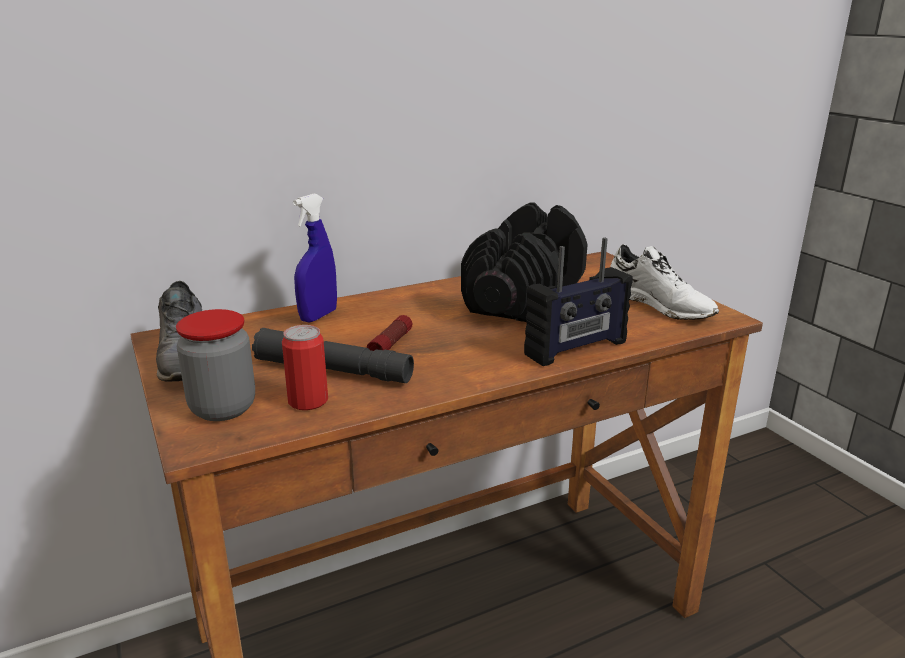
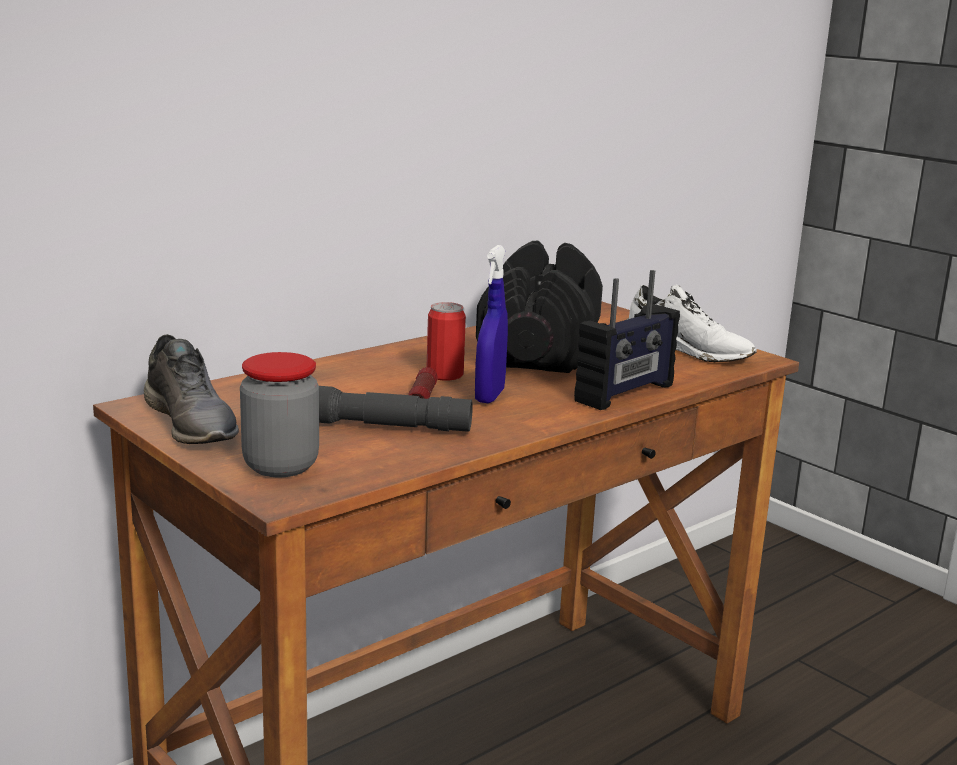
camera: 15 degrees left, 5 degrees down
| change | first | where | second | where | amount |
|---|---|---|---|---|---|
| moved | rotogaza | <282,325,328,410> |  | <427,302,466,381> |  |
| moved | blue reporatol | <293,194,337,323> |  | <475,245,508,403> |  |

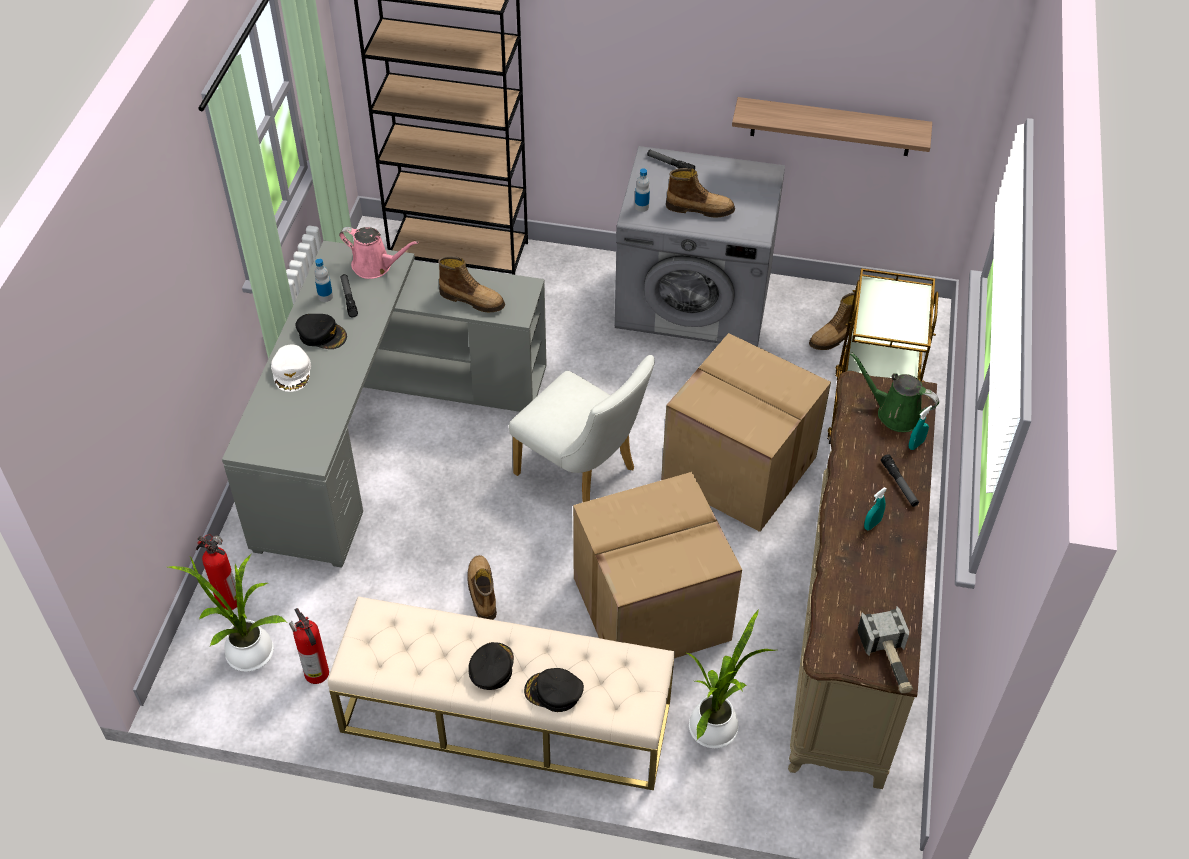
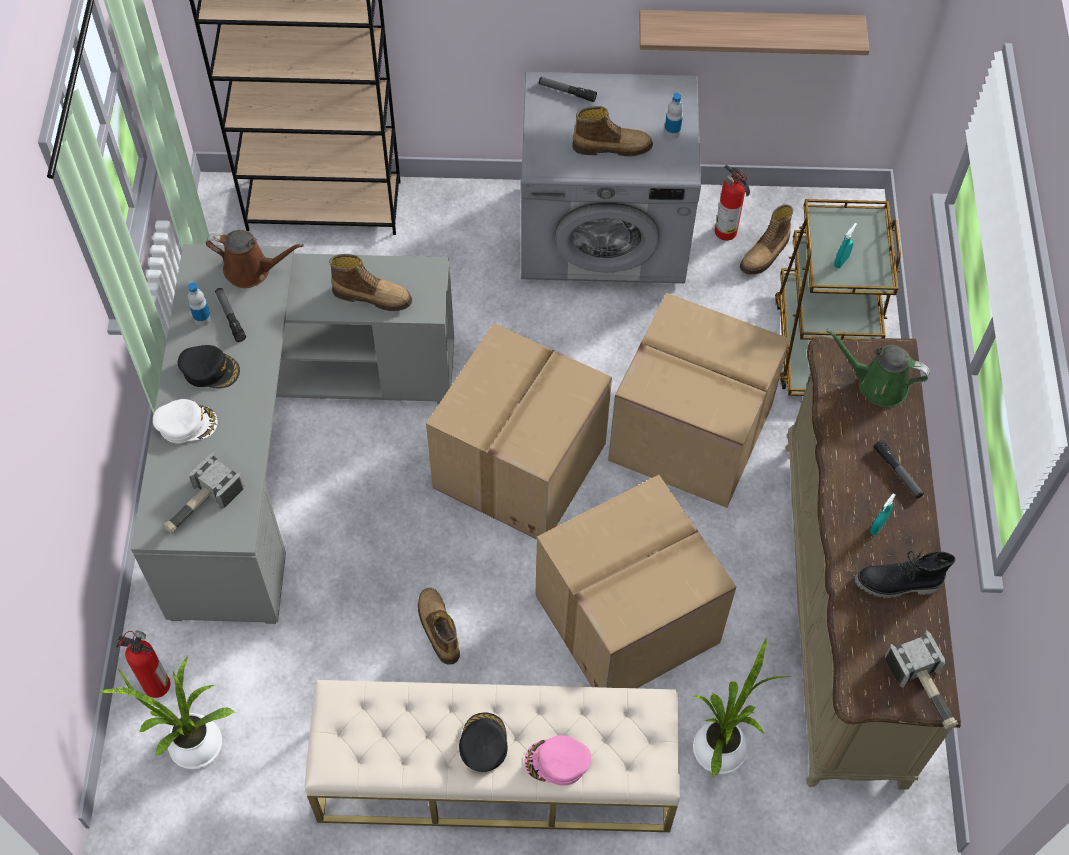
camera: 10 degrees left, 10 degrees up
| change | first | where | second | where | amount |
|---|---|---|---|---|---|
| added |  |  | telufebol | <163,452,245,534> |  |
| added |  |  | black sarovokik | <854,549,955,598> |  |
| moved | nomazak | <289,608,329,684> |  | <715,165,750,241> |  |
| moved | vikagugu | <635,168,650,212> |  | <664,93,683,139> |  |
| moved | turquoise reporatol | <909,405,932,450> |  | <834,223,857,268> |  |
| replaced | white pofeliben | <509,355,655,502> | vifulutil | <426,323,612,539> |  |
| recoloured | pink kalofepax | <339,227,418,279> | brown kalofepax | <206,230,304,288> |  |
| recoloured | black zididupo | <524,668,584,712> | pink zididupo | <524,735,591,786> |  |
| turned | white zididupo | <271,345,311,392> |  | <153,399,218,443> | 75 degrees counterclockwise |

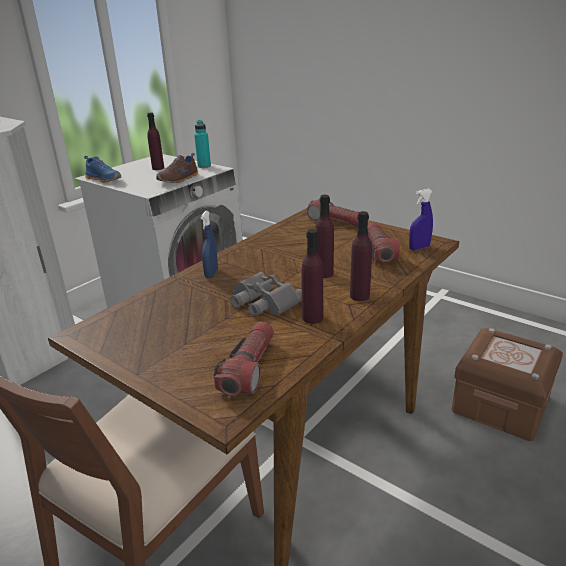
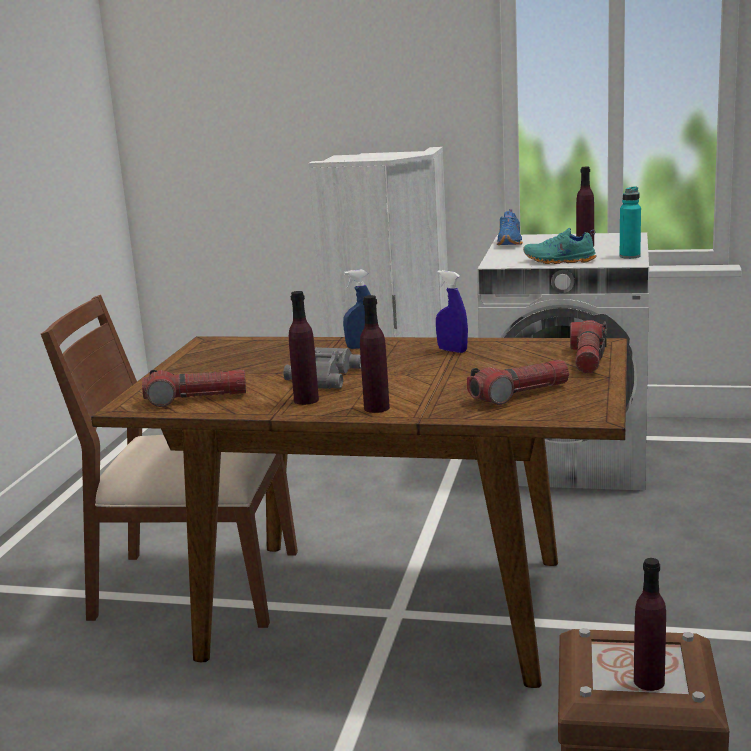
camera: 65 degrees right, 10 degrees down
| change | first | where | second | where | amount |
|---|---|---|---|---|---|
| moved | purple vikagugu | <315,195,334,278> |  | <634,558,666,691> |  |
| moved | blue reporatol | <409,189,433,250> |  | <436,270,468,353> |  |
| recoloured | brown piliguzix | <156,153,198,183> | turquoise piliguzix | <523,228,597,264> |  |

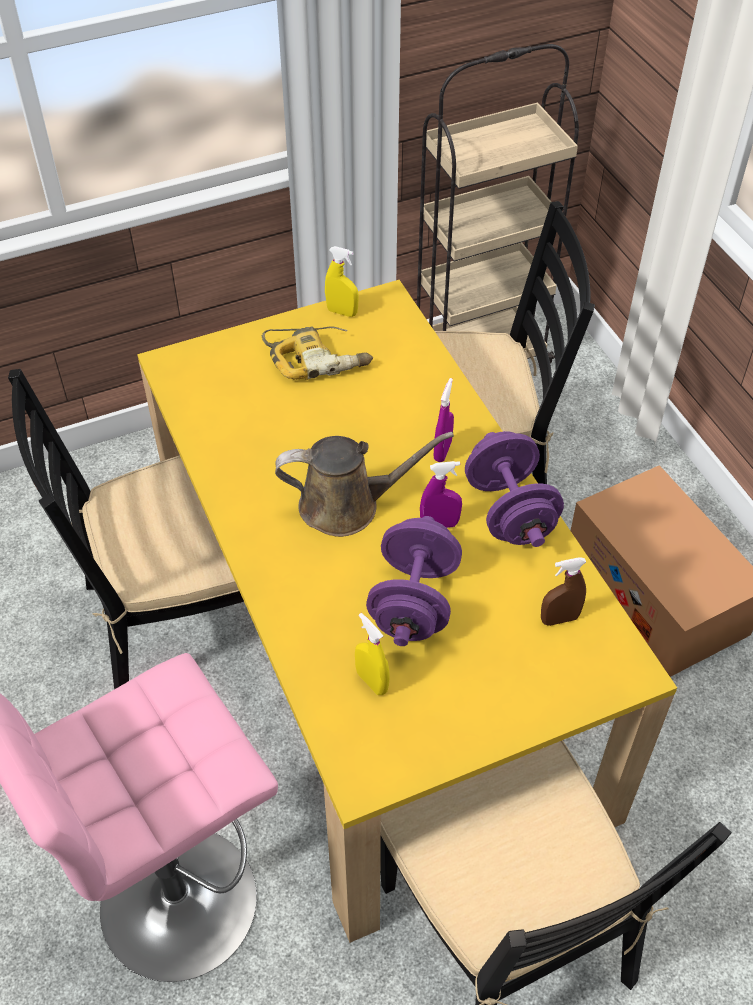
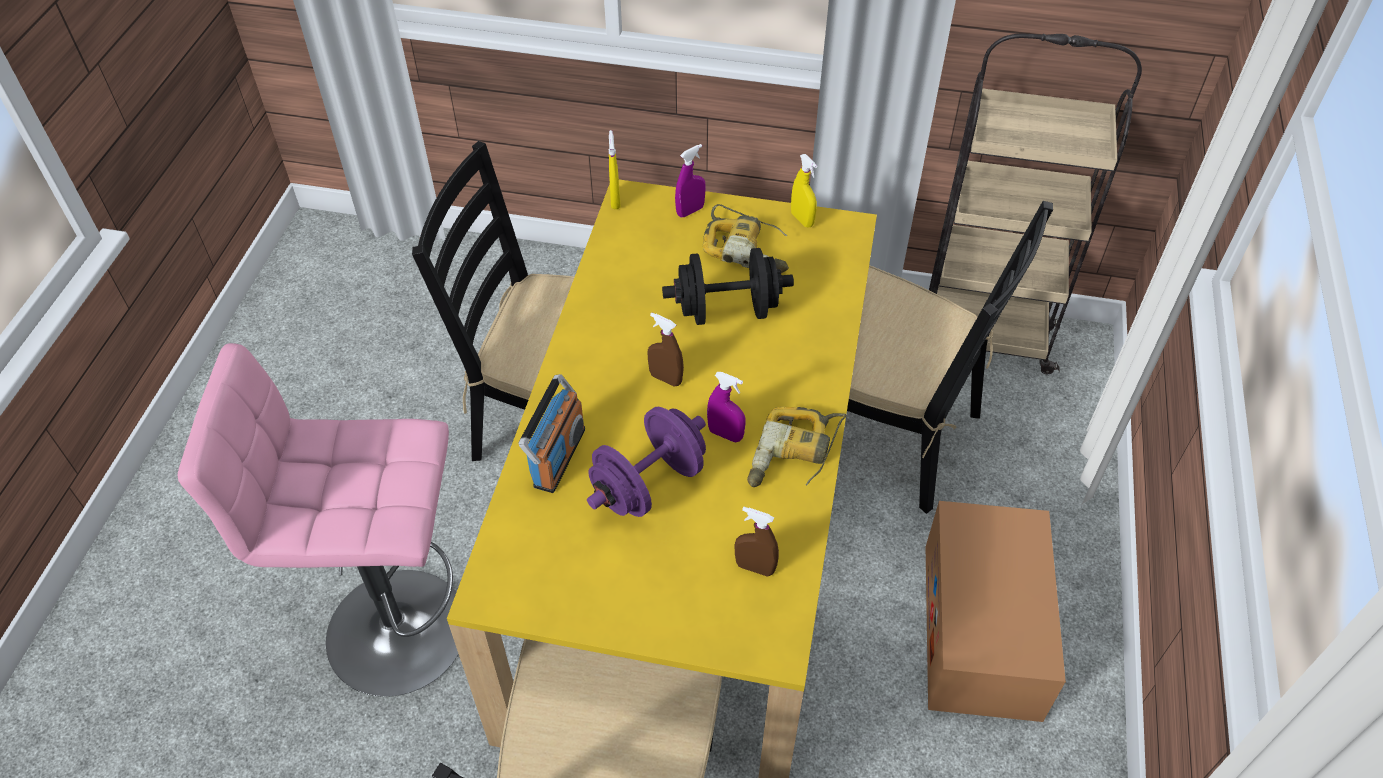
camera: 35 degrees right, 0 degrees up
| change | first | where | second | where | amount |
|---|---|---|---|---|---|
| added |  |  | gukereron | <518,374,585,493> |  |
| added |  |  | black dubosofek | <662,248,794,325> |  |
| moved | yellow reporatol | <355,613,390,695> |  | <609,130,620,209> |  |
| moved | purple reporatol | <434,378,454,462> |  | <675,144,706,217> |  |
| replaced | brown kalofepax | <275,432,454,537> | brown reporatol | <648,313,684,387> |  |
| replaced | purple dubosofek | <465,431,564,547> | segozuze | <747,406,846,487> |  |

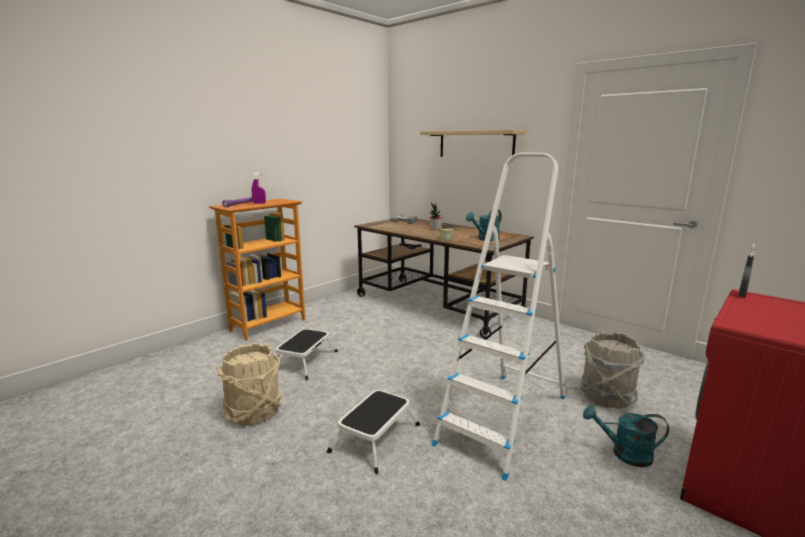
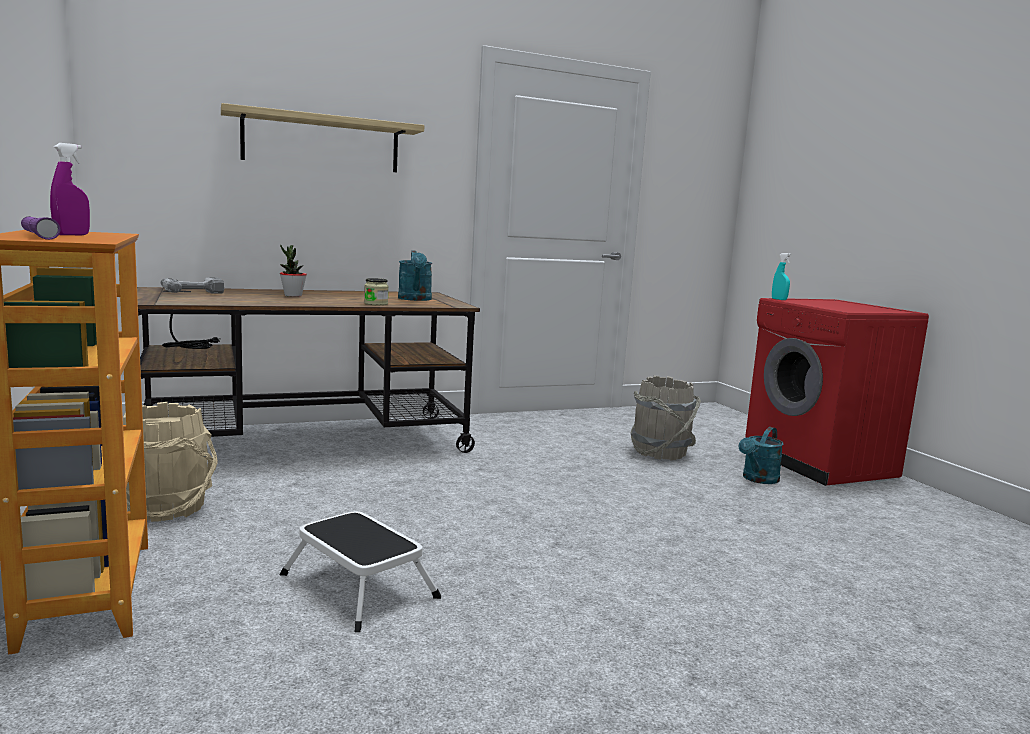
camera: 65 degrees left, 5 degrees down
| change | first | where | second | where | amount |
|---|---|---|---|---|---|
| removed | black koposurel | <327,390,420,474> |  |  |  |
| removed | white koposurel | <432,153,565,481> |  |  |  |
| moved | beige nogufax | <217,343,283,426> |  | <123,402,218,522> |  |
| recoloured | grey reporatol | <738,245,755,297> | turquoise reporatol | <772,253,792,300> |  |

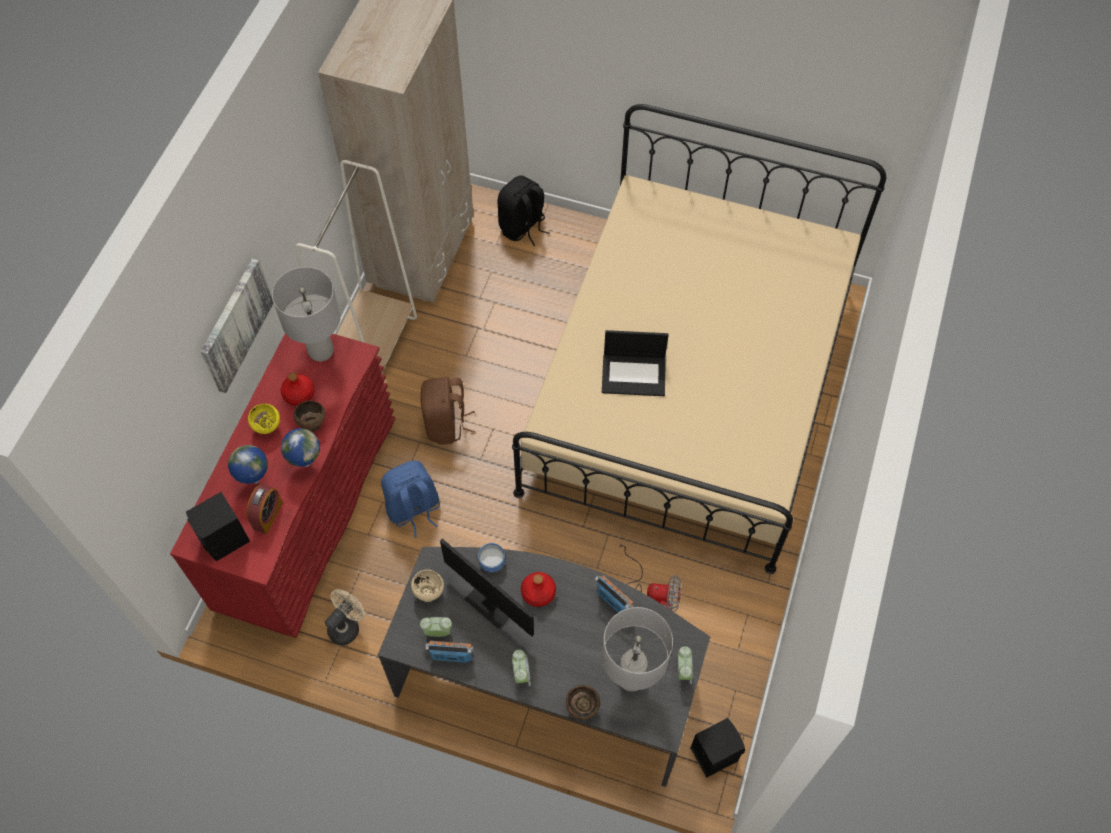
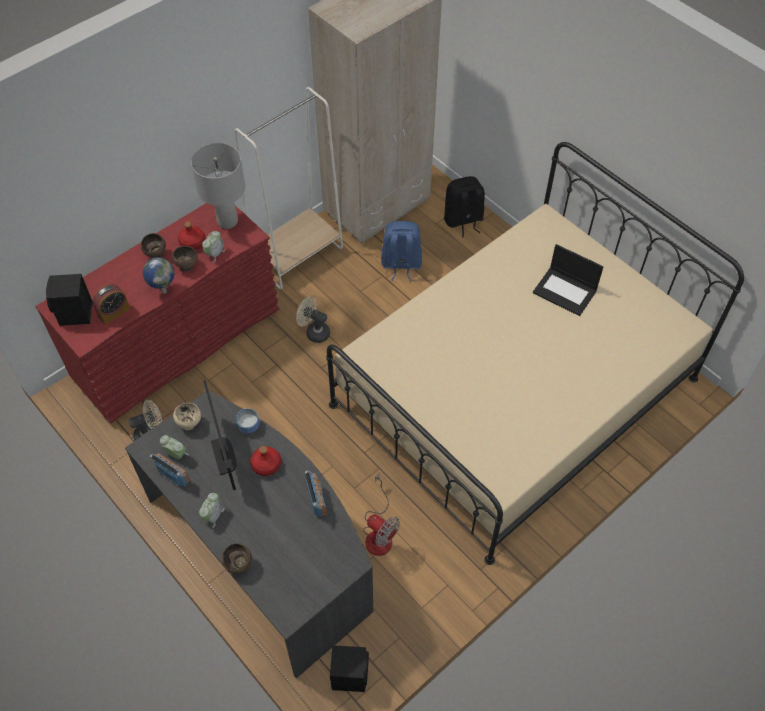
camera: 30 degrees right, 5 degrees down
| change | first | where | second | where | amount |
|---|---|---|---|---|---|
| removed | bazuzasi | <201,258,273,393> |  |  |  |
| removed | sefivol | <228,445,268,484> |  |  |  |
| removed | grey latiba | <602,607,673,692> |  |  |  |
| moved | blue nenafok | <381,461,440,538> |  | <381,221,422,281> |  |
| moved | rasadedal | <602,330,668,396> |  | <533,244,604,316> |  |
| moved | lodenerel | <678,646,693,684> |  | <202,231,225,263> |  |
| replaced | brown nenafok | <421,377,476,445> | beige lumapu | <296,296,330,343> |  |
| recoloured | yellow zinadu | <248,404,280,434> | brown zinadu | <141,233,166,258> |  |

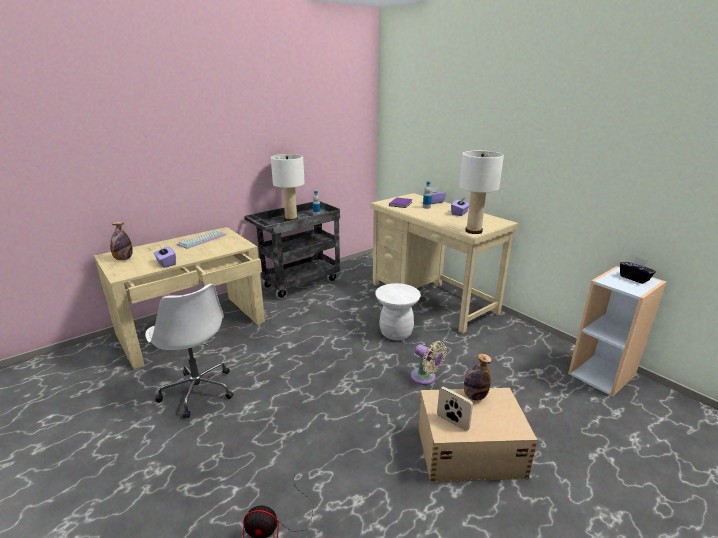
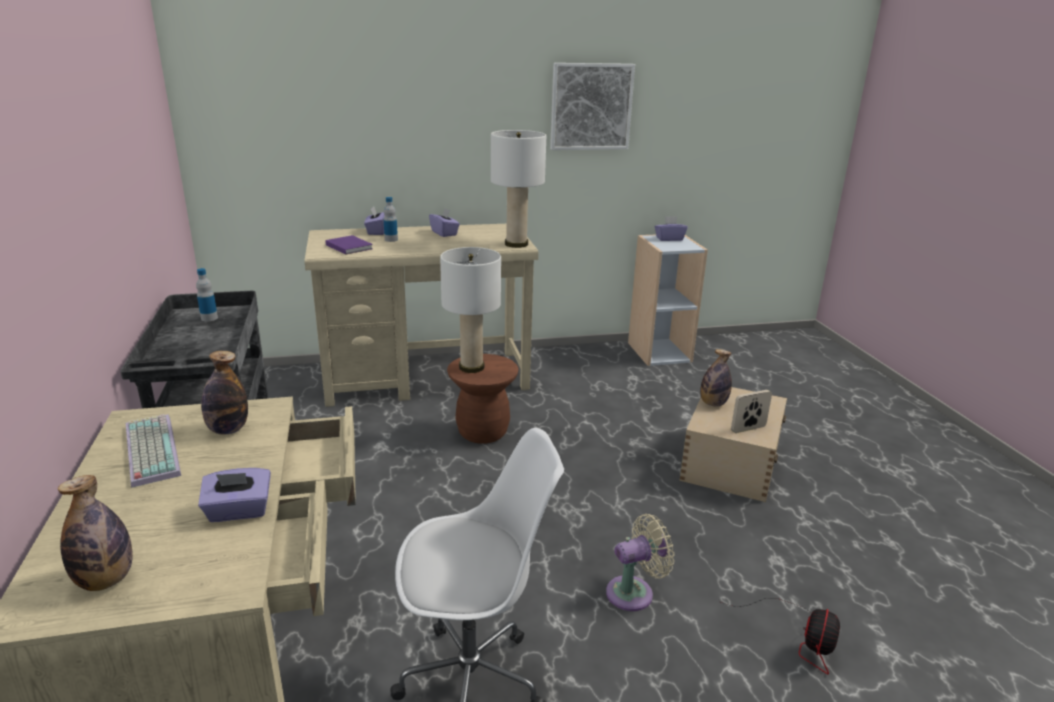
camera: 65 degrees left, 0 degrees up
| change | first | where | second | where | amount |
|---|---|---|---|---|---|
| added |  |  | vikagugu | <201,351,248,435> |  |
| added |  |  | bazuzasi | <550,63,635,150> |  |
| moved | white latiba | <271,154,305,221> |  | <440,247,501,373> |  |
| moved | beige lumapu | <411,341,446,385> |  | <606,514,674,611> |  |
| recoloured | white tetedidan | <376,283,421,341> | brown tetedidan | <447,354,519,444> |  |
| recoloured | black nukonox | <620,257,656,284> | purple nukonox | <655,216,688,241> |  |

